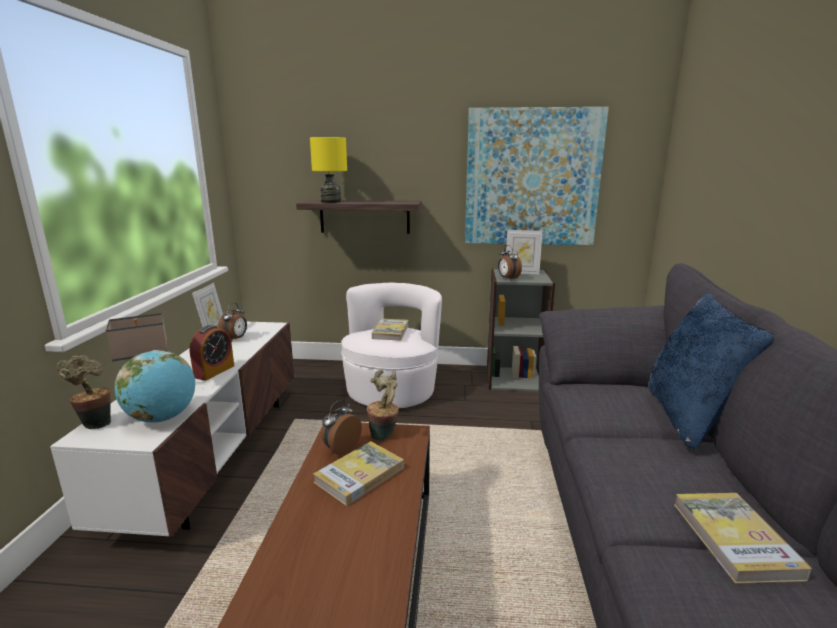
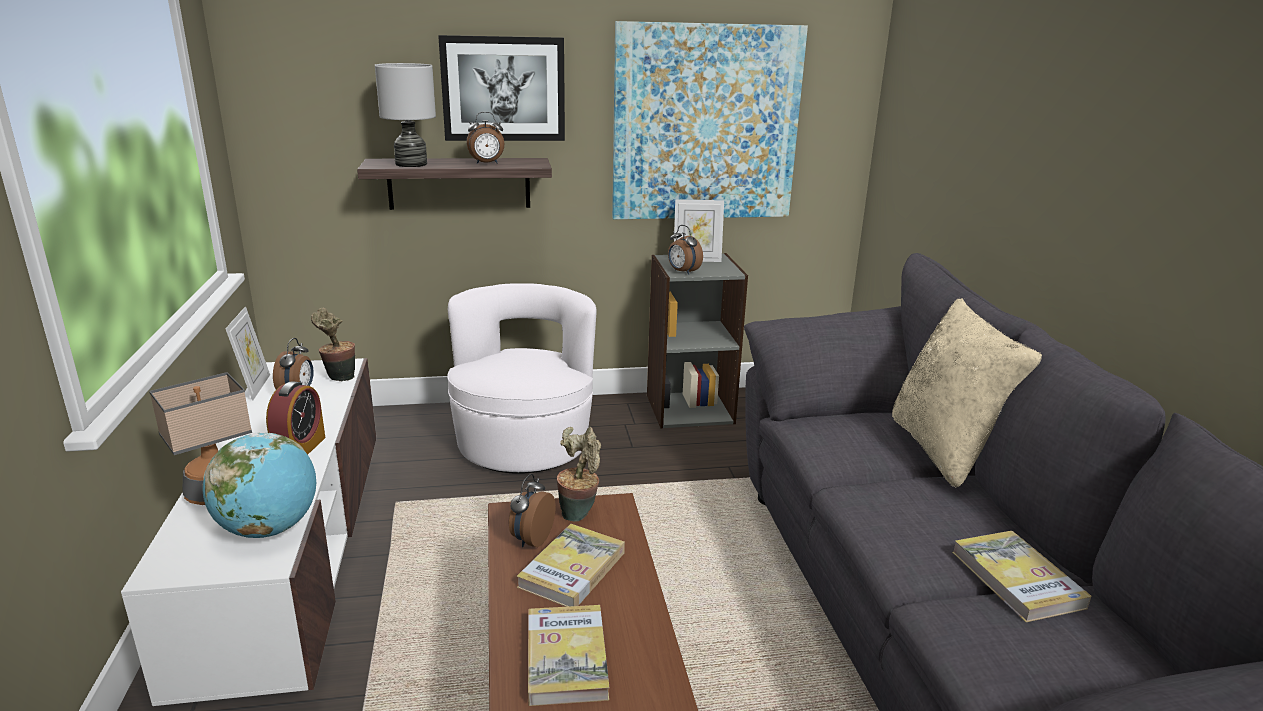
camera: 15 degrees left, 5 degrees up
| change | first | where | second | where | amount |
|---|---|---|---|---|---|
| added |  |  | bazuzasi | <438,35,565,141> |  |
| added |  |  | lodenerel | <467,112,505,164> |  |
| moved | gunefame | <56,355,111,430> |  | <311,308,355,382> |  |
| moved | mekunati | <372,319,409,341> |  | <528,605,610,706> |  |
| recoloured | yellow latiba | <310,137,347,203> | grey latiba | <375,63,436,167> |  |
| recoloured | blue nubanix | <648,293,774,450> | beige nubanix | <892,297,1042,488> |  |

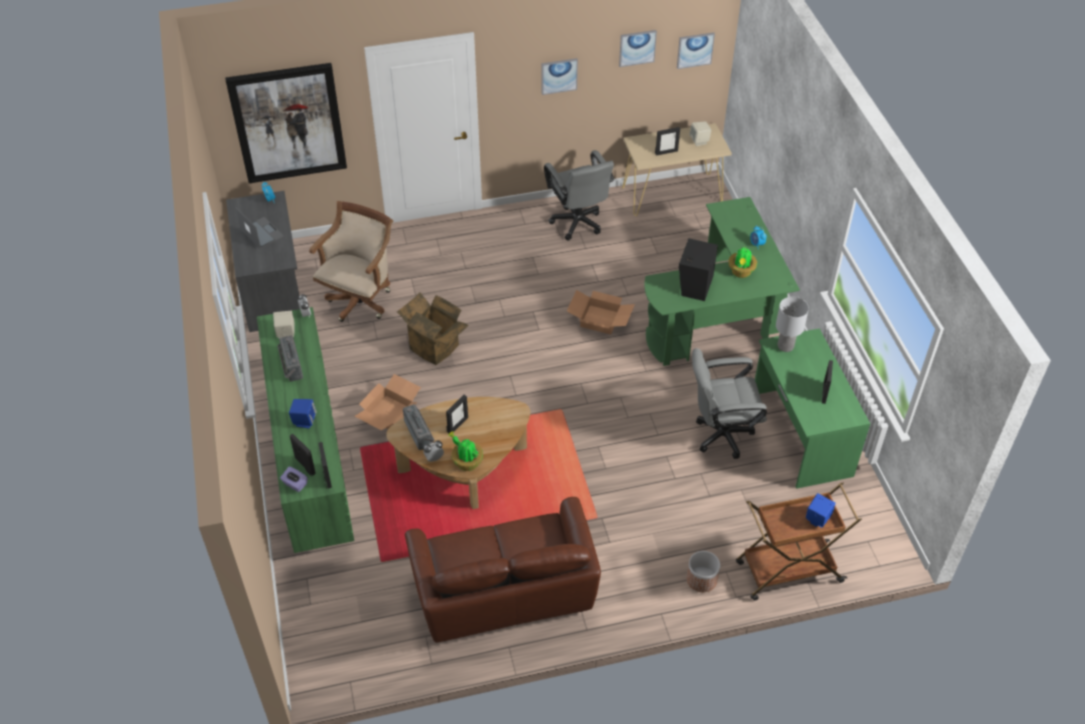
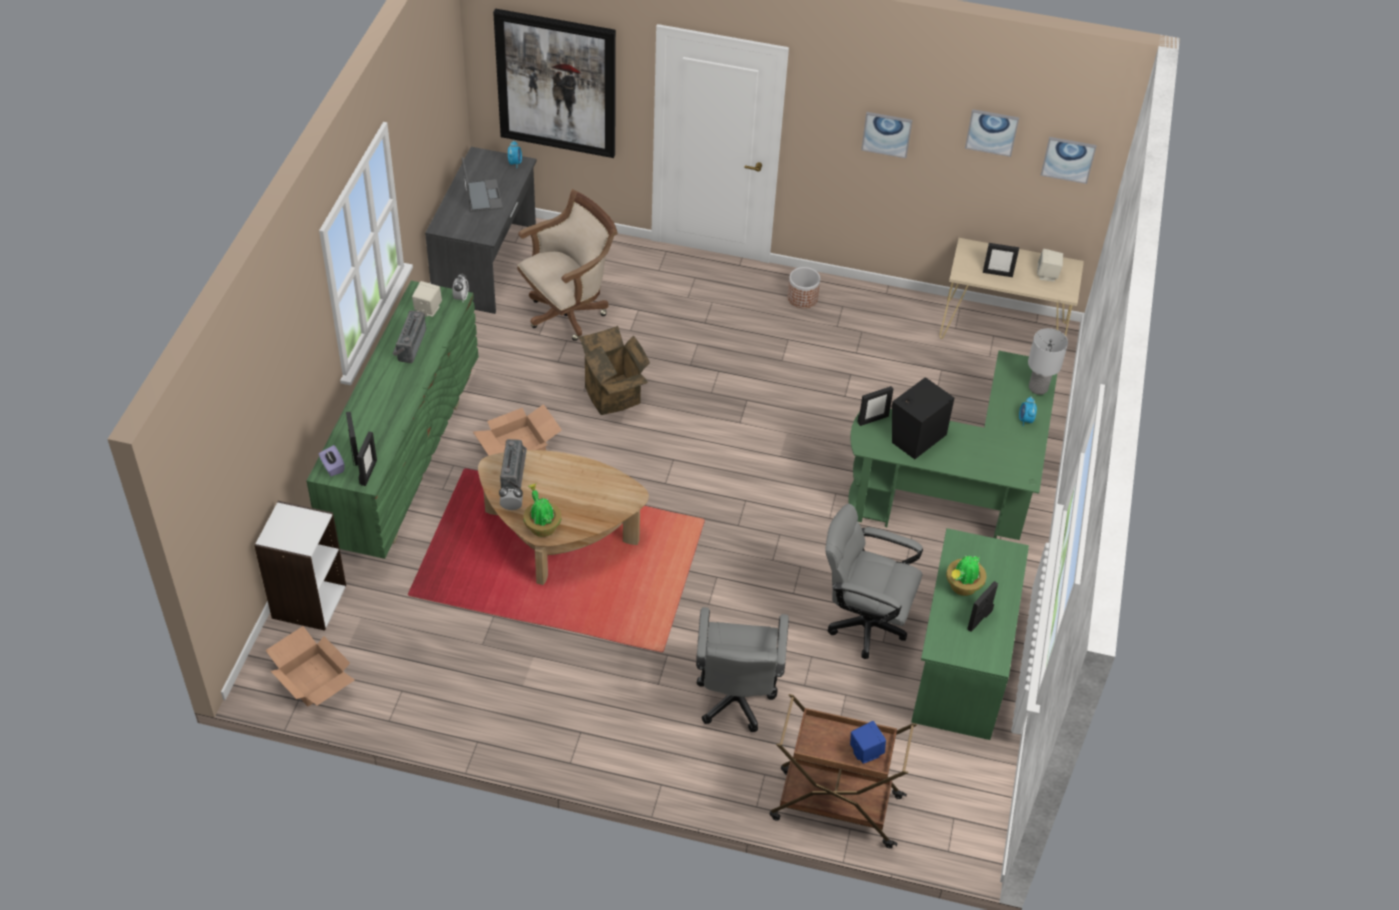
camera: 25 degrees right, 0 degrees up
| change | first | where | second | where | amount |
|---|---|---|---|---|---|
| removed | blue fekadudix | <289,399,317,428> |  |  |  |
| removed | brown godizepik | <405,497,601,643> |  |  |  |
| added |  |  | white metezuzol | <254,501,346,631> |  |
| moved | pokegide | <446,395,468,433> |  | <857,386,893,426> |  |
| moved | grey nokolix | <544,150,614,241> |  | <696,607,789,732> |  |
| moved | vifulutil | <567,290,635,334> |  | <265,626,355,706> |  |
| moved | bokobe | <687,551,720,592> |  | <788,267,820,308> |  |
| moved | gunefame | <728,247,757,278> |  | <946,555,986,596> |  |
| moved | grey latiba | <776,297,809,352> |  | <1028,328,1068,395> |  |

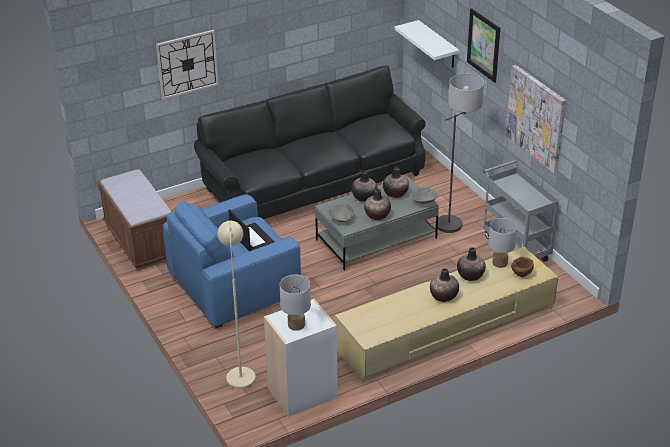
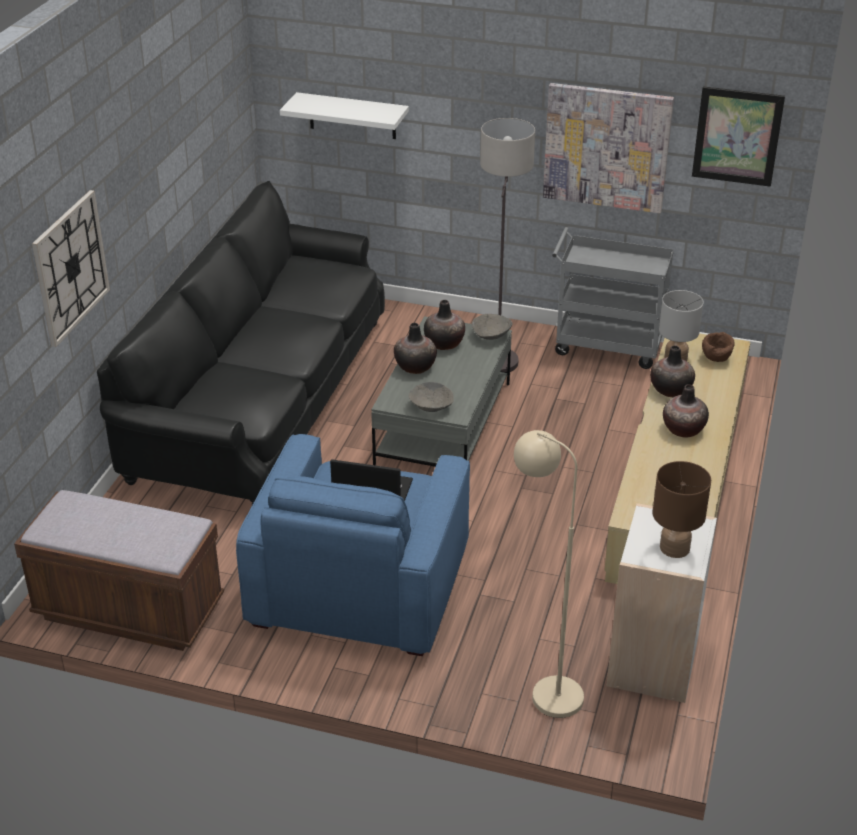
camera: 45 degrees left, 0 degrees up
| change | first | where | second | where | amount |
|---|---|---|---|---|---|
| removed | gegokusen | <364,189,391,220> |  |  |  |
| moved | bazuzasi | <467,8,500,83> |  | <692,86,785,187> |  |
| recoloured | grey latiba | <280,275,311,331> | brown latiba | <652,461,711,558> |  |

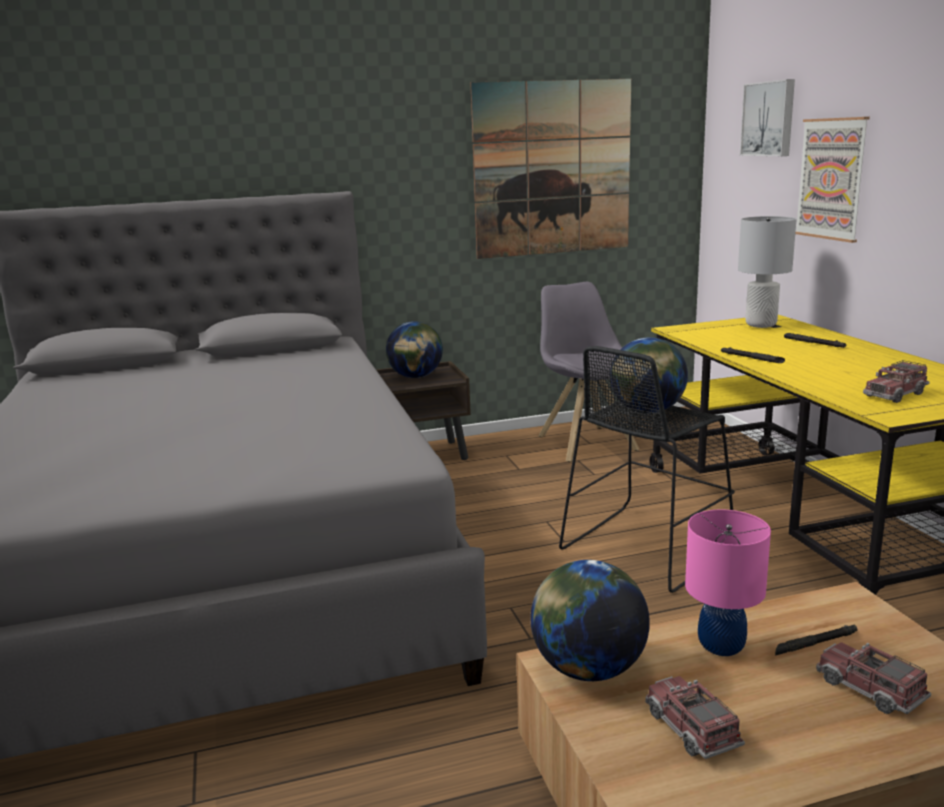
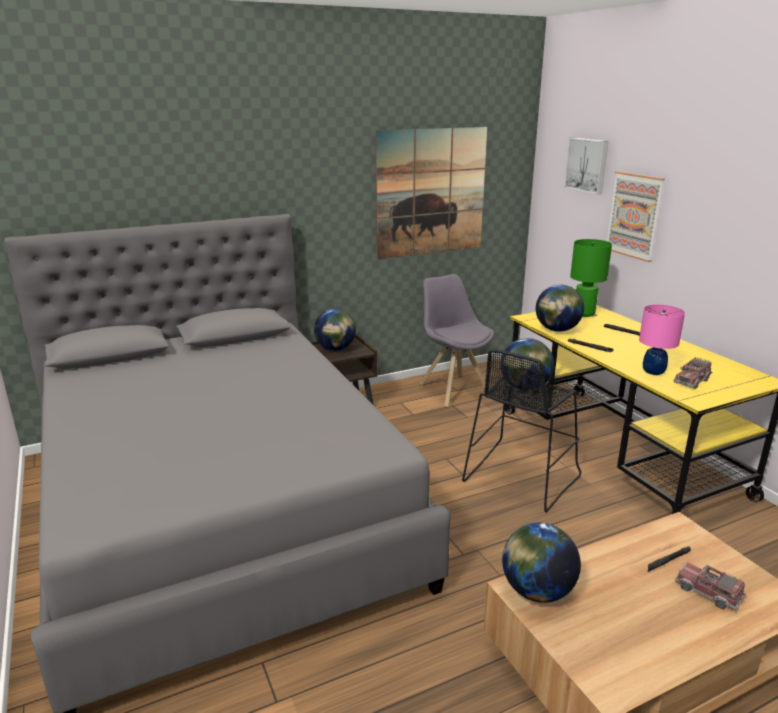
camera: 10 degrees left, 5 degrees up
| change | first | where | second | where | amount |
|---|---|---|---|---|---|
| removed | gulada | <645,676,745,759> |  |  |  |
| added |  |  | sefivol | <536,285,584,332> |  |
| moved | pink latiba | <685,510,771,656> |  | <639,304,685,375> |  |
| recoloured | grey latiba | <738,216,797,328> | green latiba | <570,239,612,317> |  |

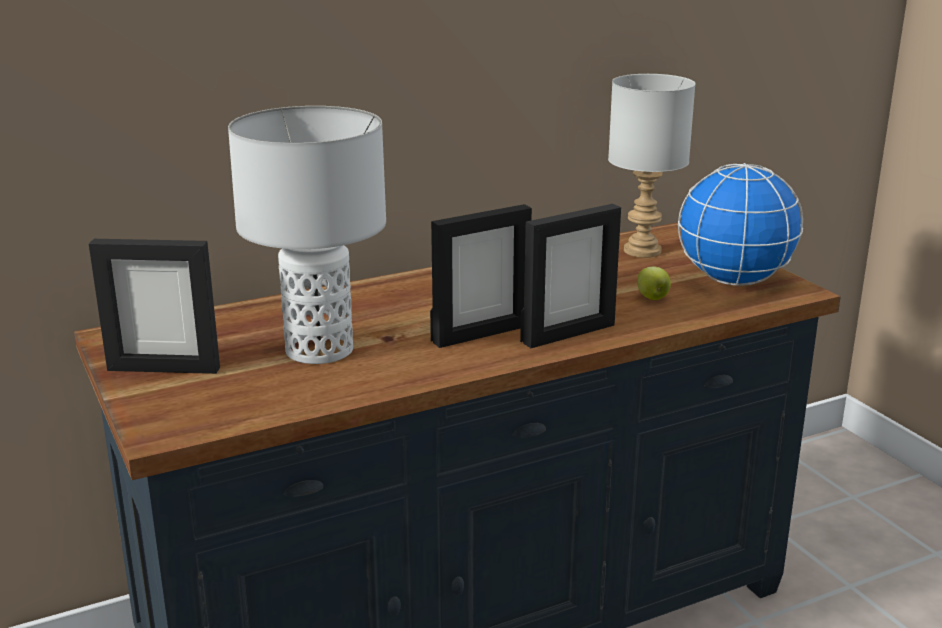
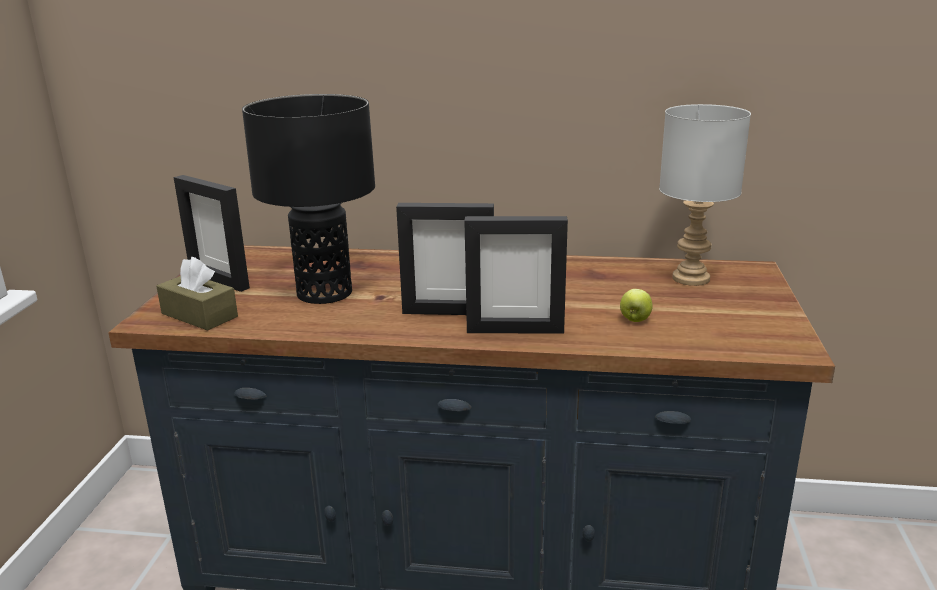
camera: 35 degrees right, 0 degrees up
| change | first | where | second | where | amount |
|---|---|---|---|---|---|
| removed | sefivol | <678,163,803,286> |  |  |  |
| added |  |  | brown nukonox | <156,257,238,331> |  |
| recoloured | white latiba | <228,106,386,364> | black latiba | <242,94,375,304> |  |

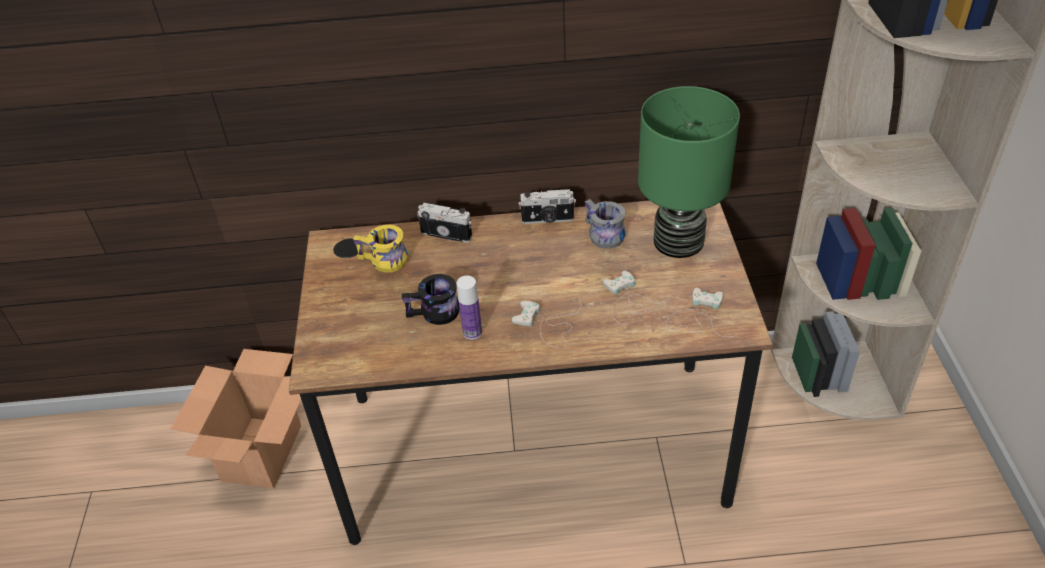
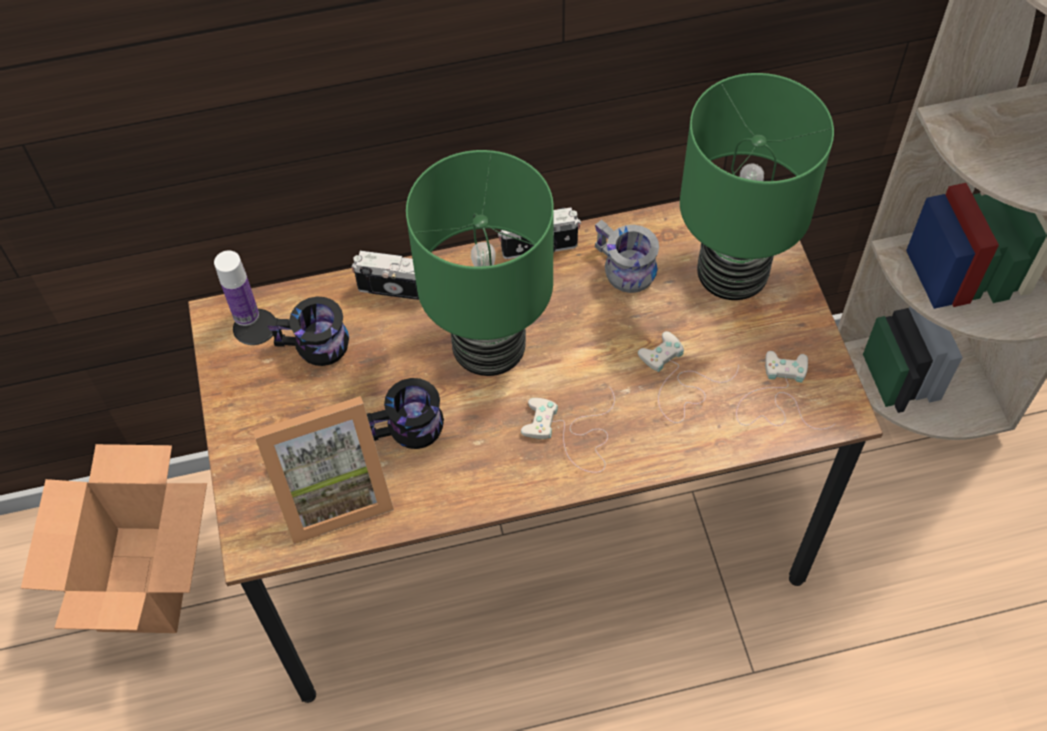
camera: 10 degrees left, 15 degrees up
| change | first | where | second | where | amount |
|---|---|---|---|---|---|
| added |  |  | pokegide | <253,396,394,544> |  |
| added |  |  | green latiba | <406,150,554,376> |  |
| moved | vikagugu | <457,276,482,340> |  | <214,250,259,326> |  |
| recoloured | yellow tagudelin | <353,225,408,273> | black tagudelin | <267,297,349,366> |  |

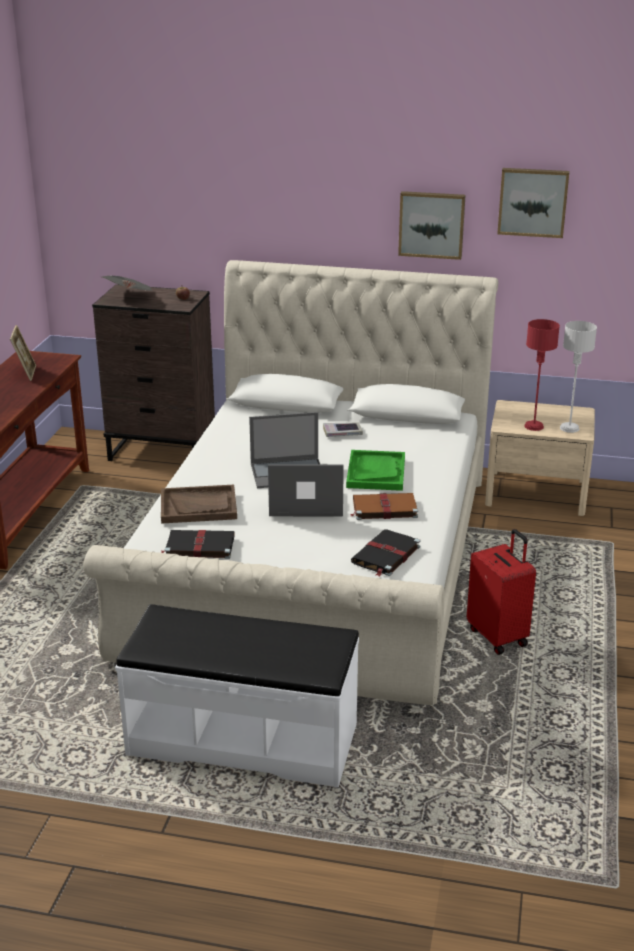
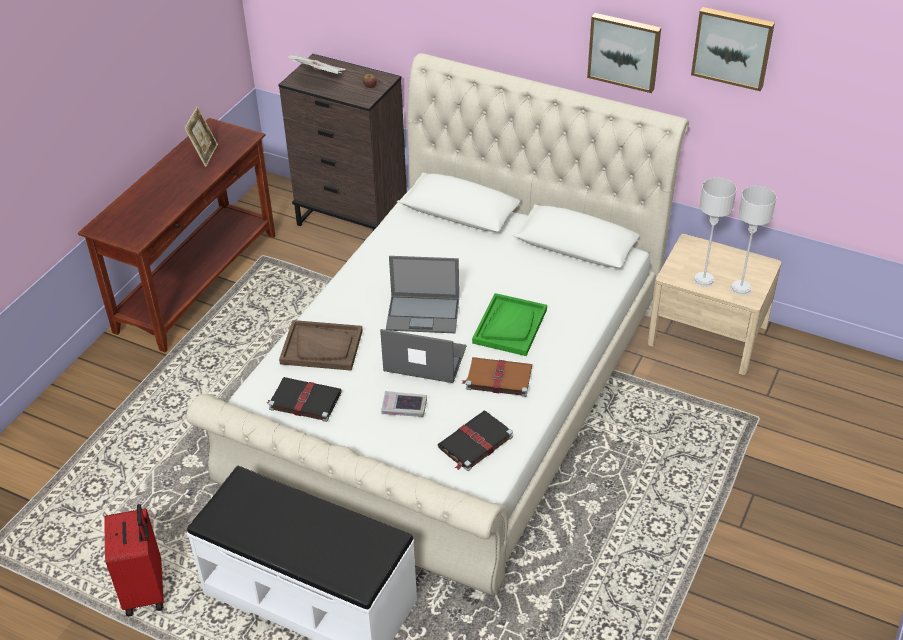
camera: 15 degrees right, 15 degrees up
| change | first | where | second | where | amount |
|---|---|---|---|---|---|
| moved | mekunati | <323,422,363,437> |  | <381,391,427,417> |  |
| moved | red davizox | <467,529,536,655> |  | <104,504,164,617> |  |
| recoloured | red latiba | <524,319,560,431> | grey latiba | <694,178,736,287> |  |

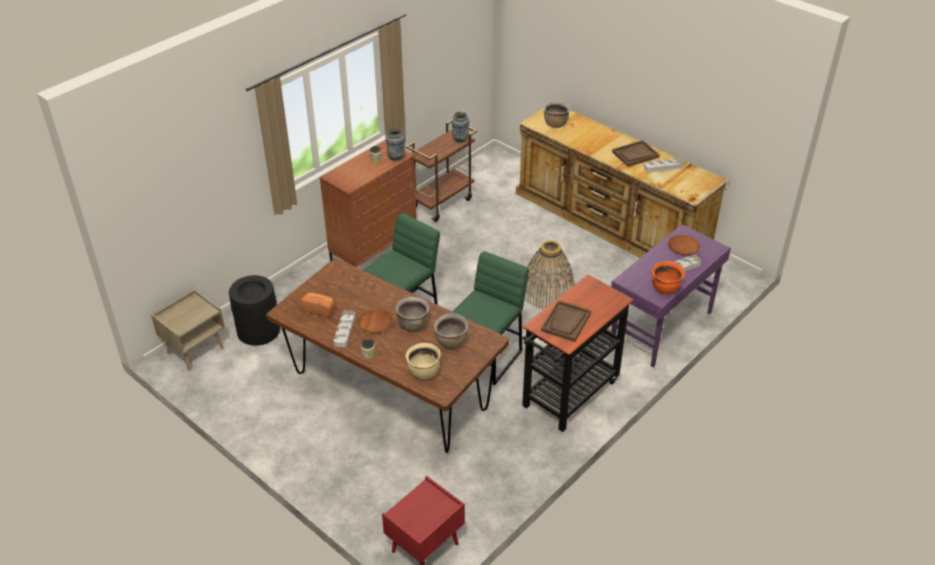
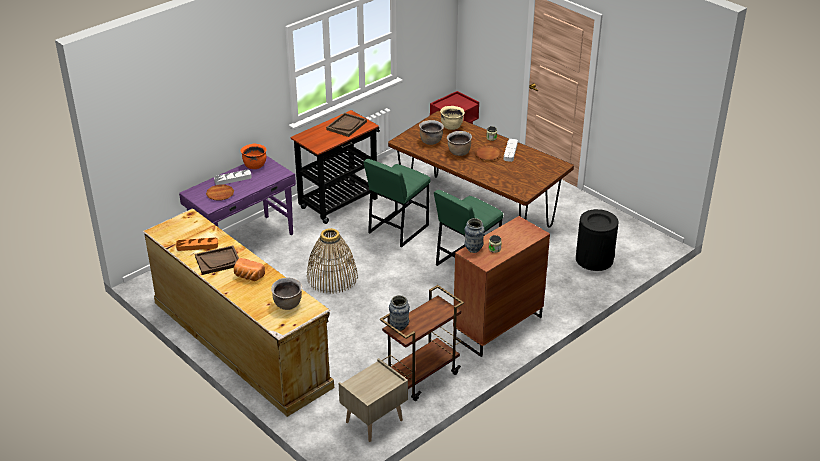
camera: 175 degrees left, 5 degrees down
| change | first | where | second | where | amount |
|---|---|---|---|---|---|
| moved | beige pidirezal | <151,289,225,371> |  | <339,358,408,442> |  |
| moved | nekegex | <300,292,335,317> |  | <234,258,265,281> |  |
| recoloured | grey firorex | <644,158,684,172> | orange firorex | <176,238,218,251> |  |

